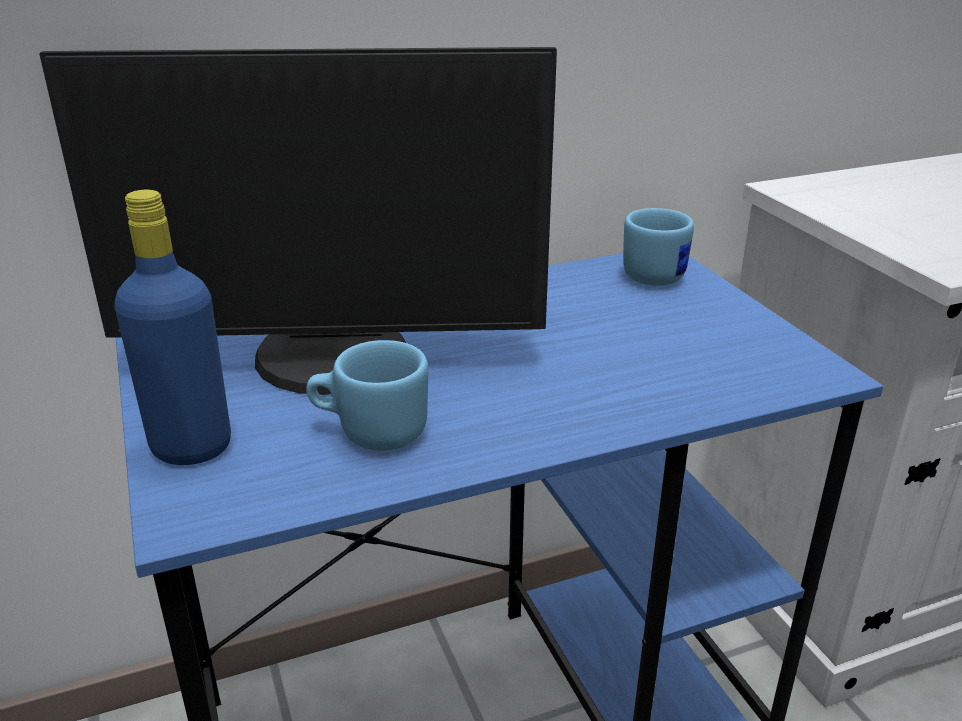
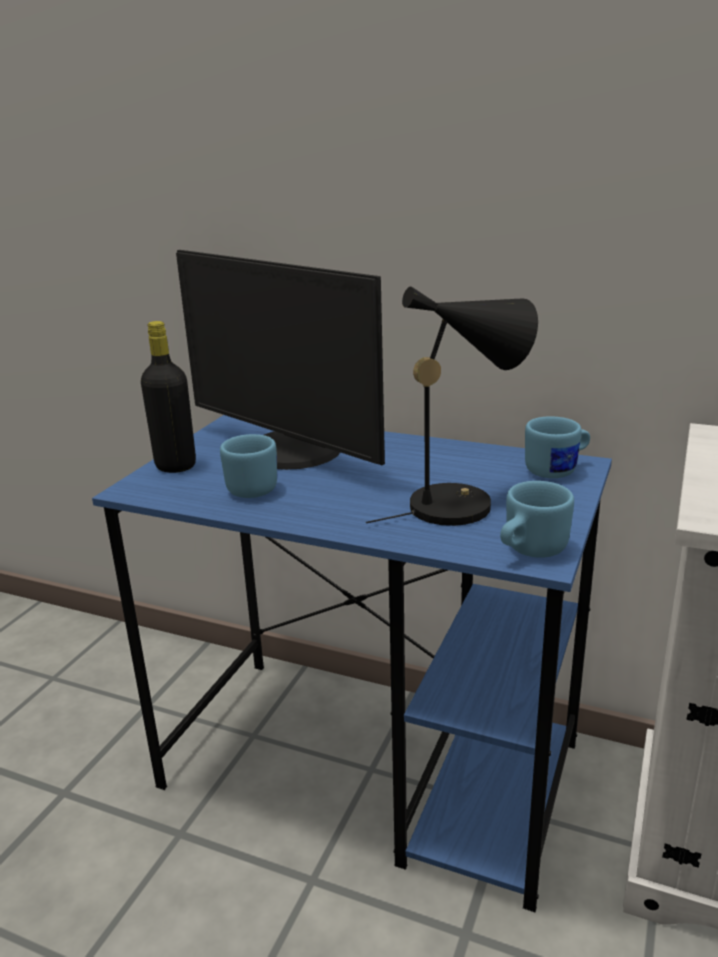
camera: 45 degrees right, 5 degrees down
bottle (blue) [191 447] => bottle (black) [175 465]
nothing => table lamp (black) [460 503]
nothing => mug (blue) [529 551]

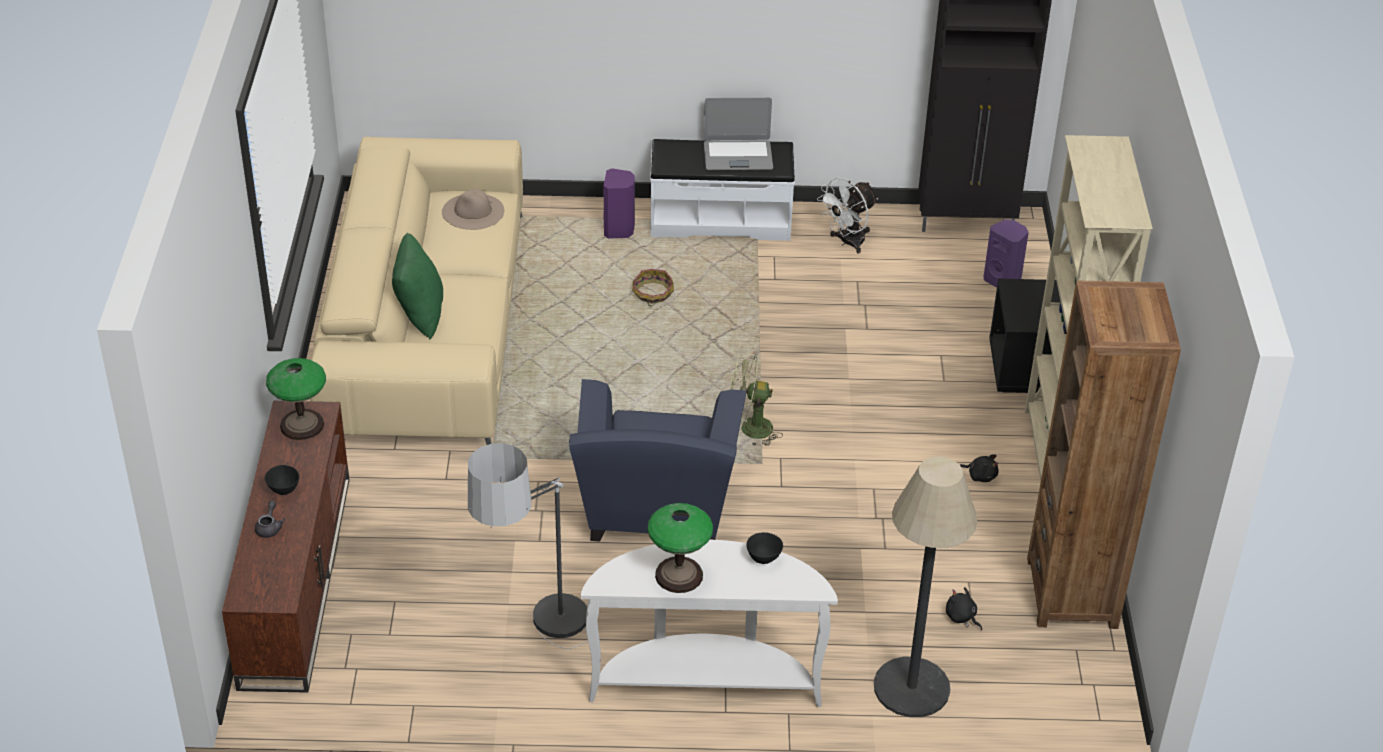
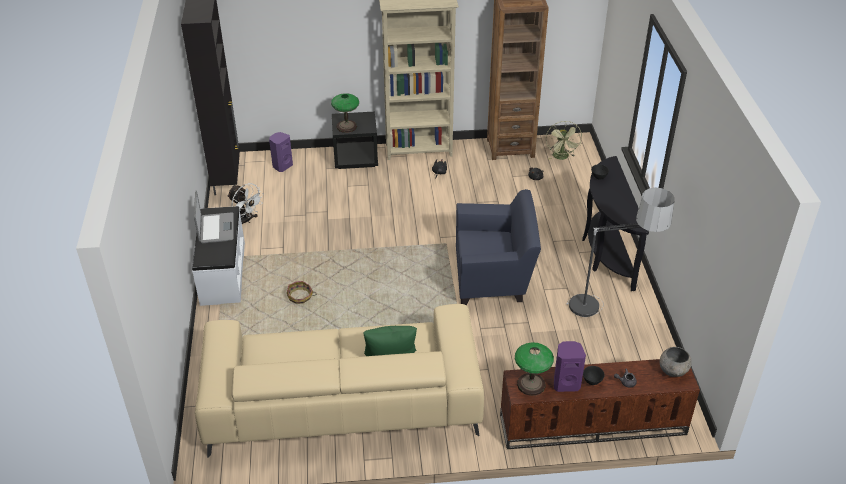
camera: 95 degrees left, 0 degrees up
hat (beige) [473 211] => nothing
console table (white) [705 680] => console table (black) [605 253]
speaker (purple) [619 230] => speaker (purple) [566 383], move
table lamp [679 575] => table lamp [347 126], move
fan (green) [749 429] => fan (green) [562 157], move
floor lamp [911 687] => nothing
nothing => bowl (grey) [673 371]

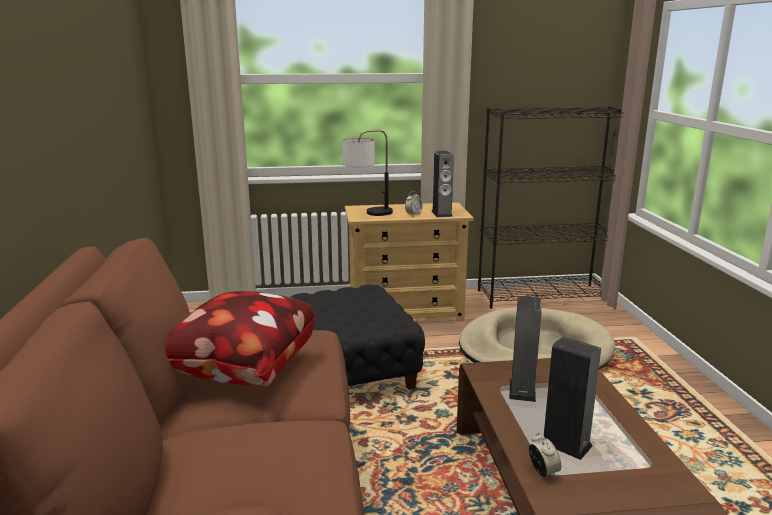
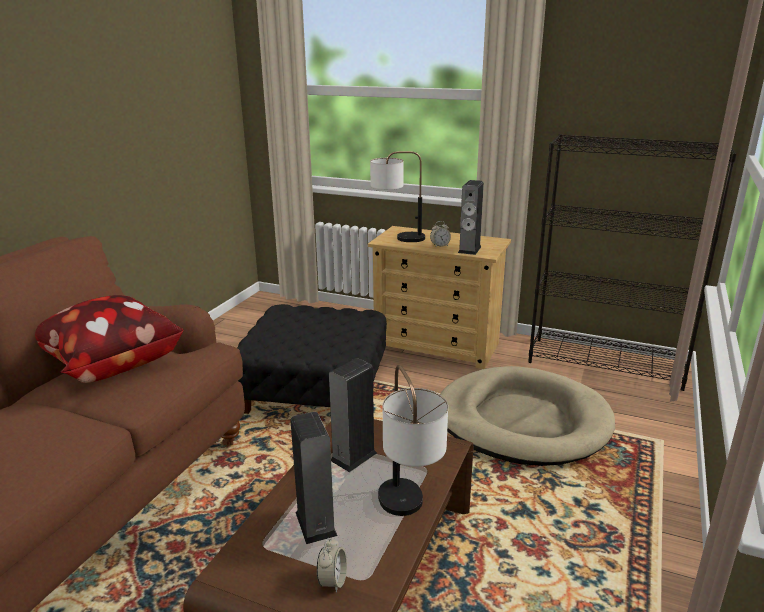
camera: 30 degrees right, 5 degrees up
alarm clock [543 472] => alarm clock [332 581], move
nothing => table lamp [407 515]

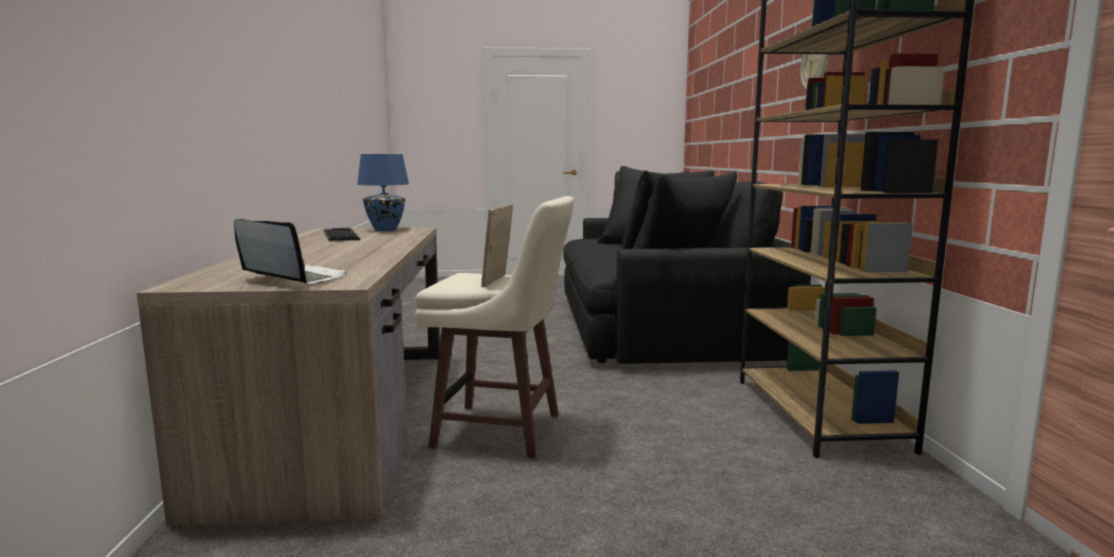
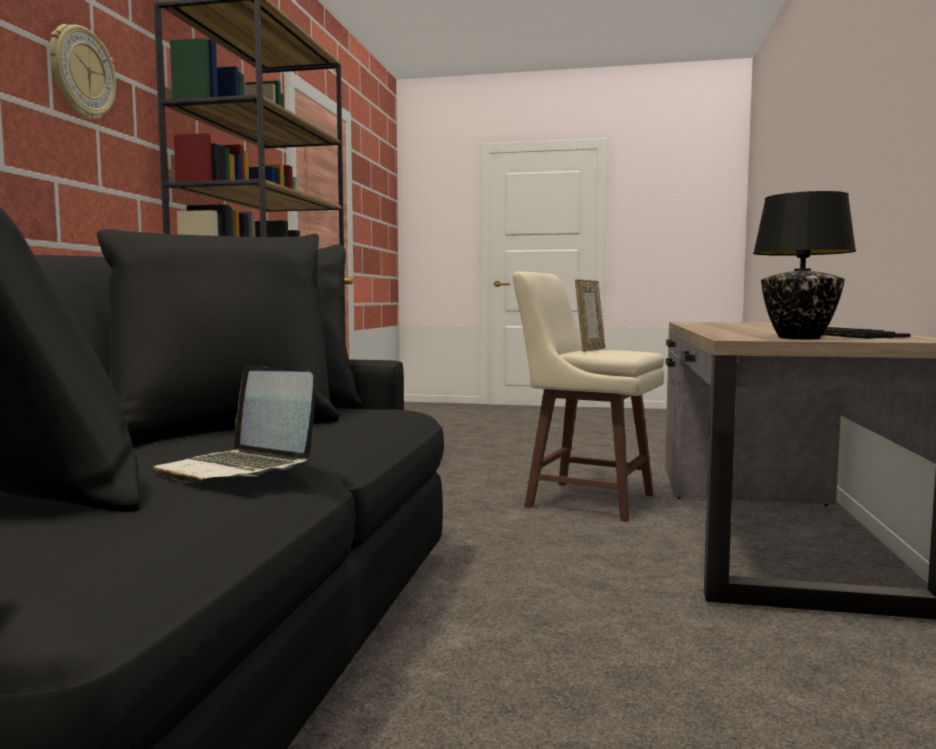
camera: 165 degrees left, 5 degrees down
laptop [293 278] => laptop [238 469], move
table lamp (blue) [385 230] => table lamp (black) [799 338]

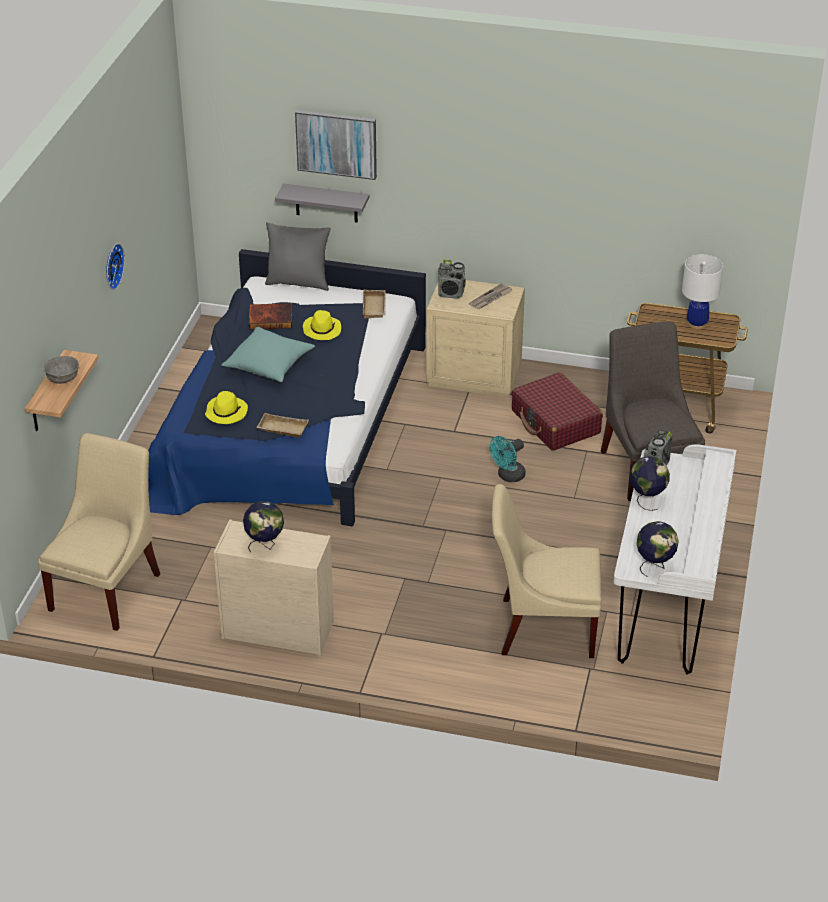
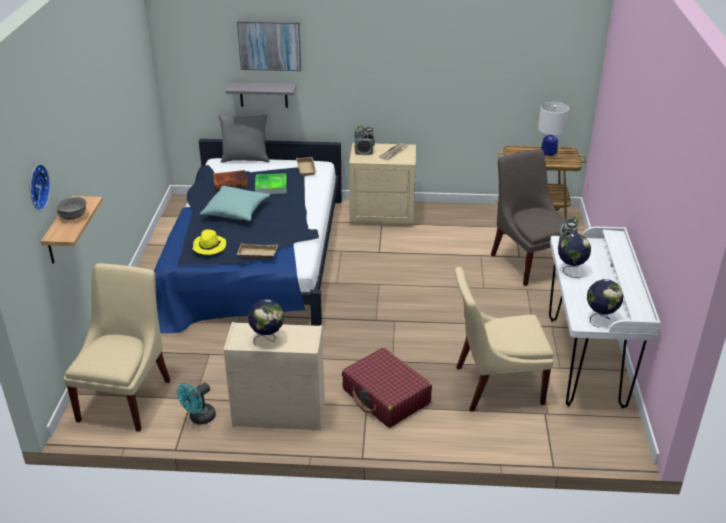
camera: 10 degrees left, 5 degrees down
wall clock [111 266] => wall clock [36 187], move
hat (yellow) [321 330] => tray [271 186]
fan (turquoise) [508 476] => fan (turquoise) [199 418], move
suitcase (red) [555 422] => suitcase (red) [386 397], move

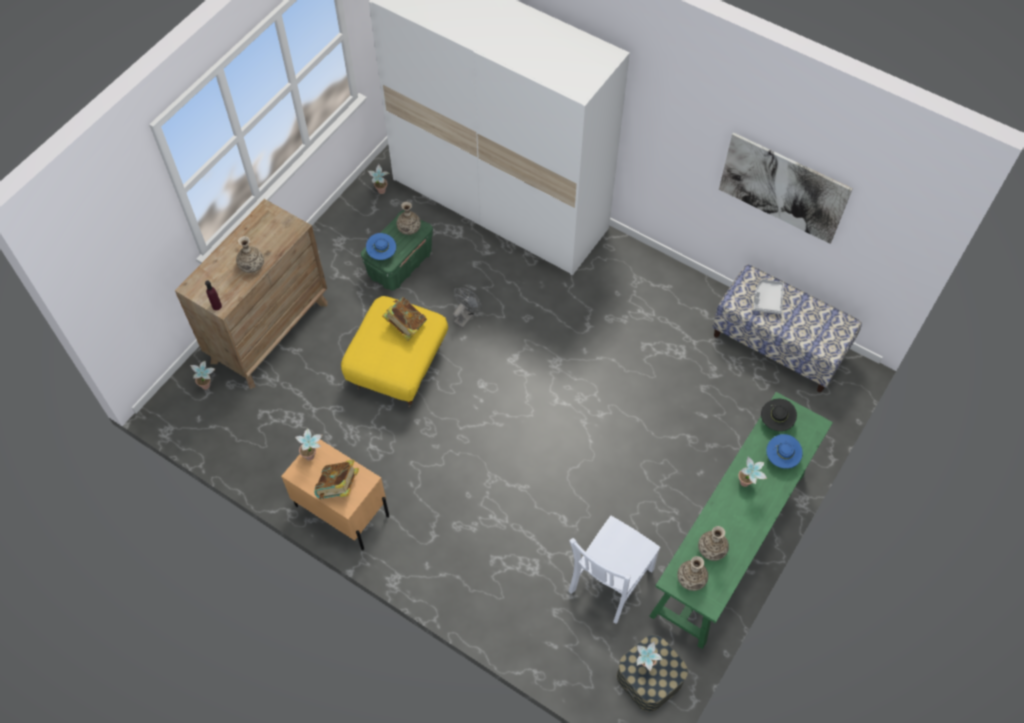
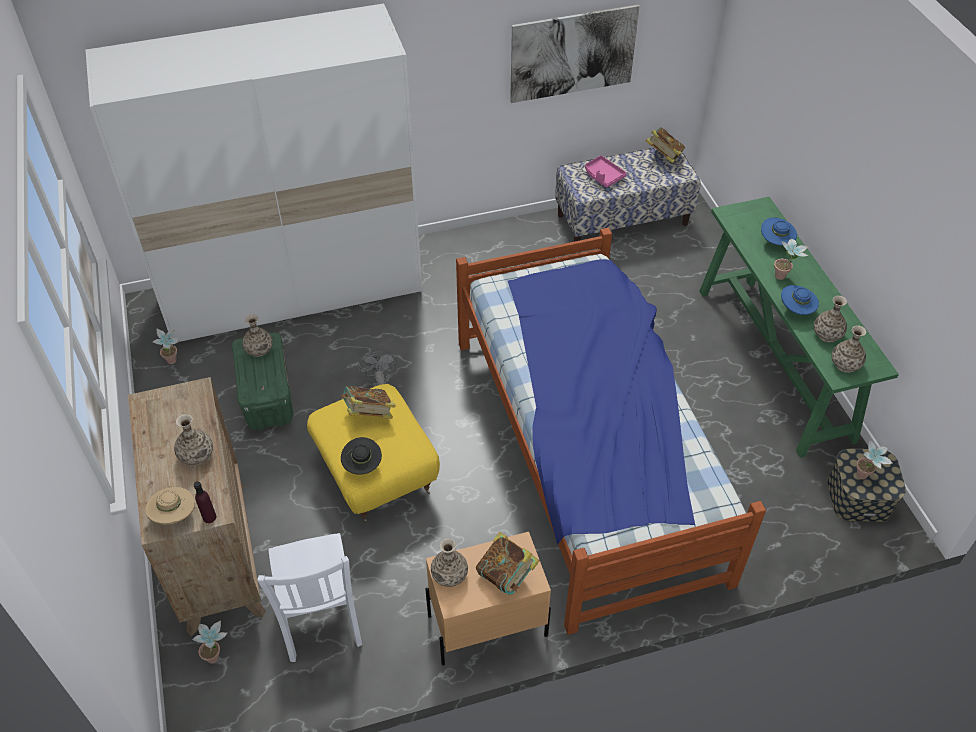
camera: 50 degrees left, 10 degrees down
potted plant [313 457] => vase [449 575]
hat (blue) [382 253] => hat (blue) [796 310], move
chair (white) [609 582] => chair (white) [320 618], move
tray (grey) [767 299] => tray (pink) [603 176]
hat (black) [776 421] => hat (black) [362 465], move
nothing => hat (beige) [174 515]
nothing => bed [587 453]
nothing => book [663 156]

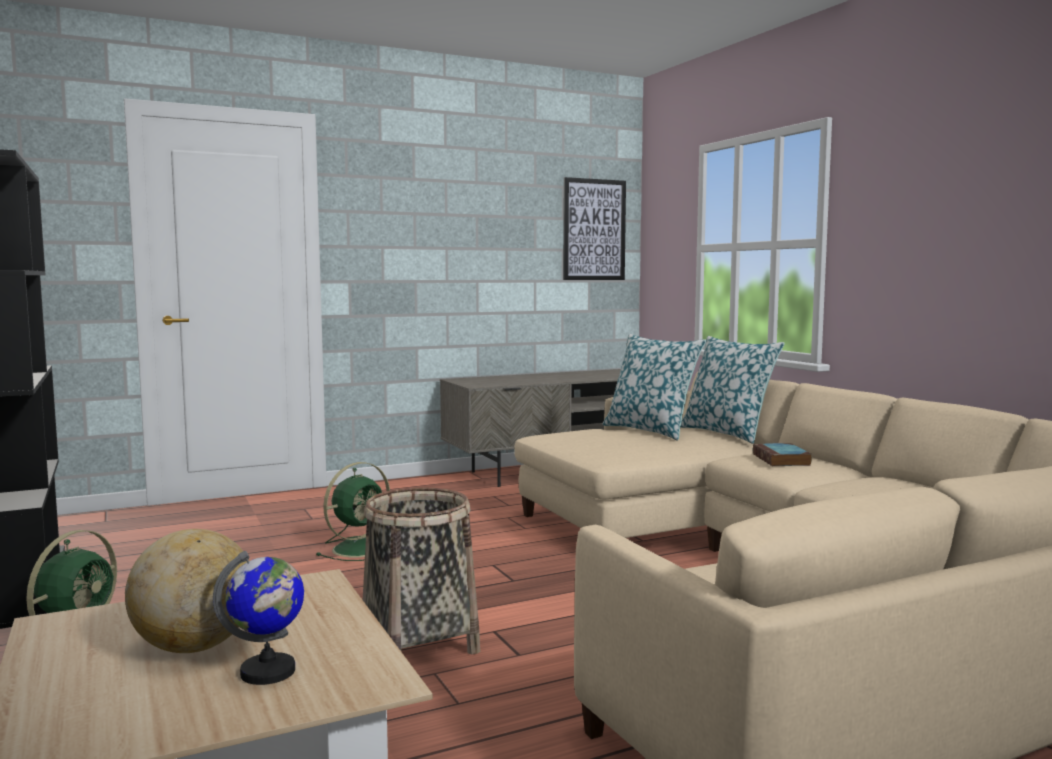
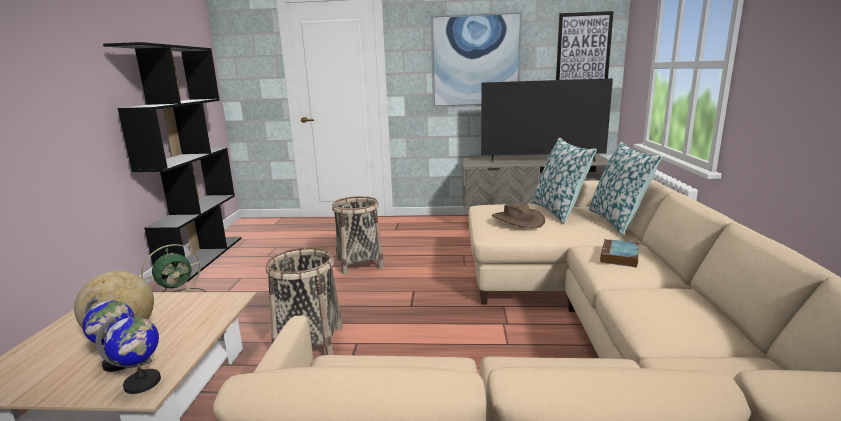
camera: 30 degrees right, 10 degrees up
fan (green) [361 548] => basket [360 263]
nothing => globe [143 383]
nothing => picture [475 61]
nothing => television [542 160]
nothing => hat (brown) [517 220]

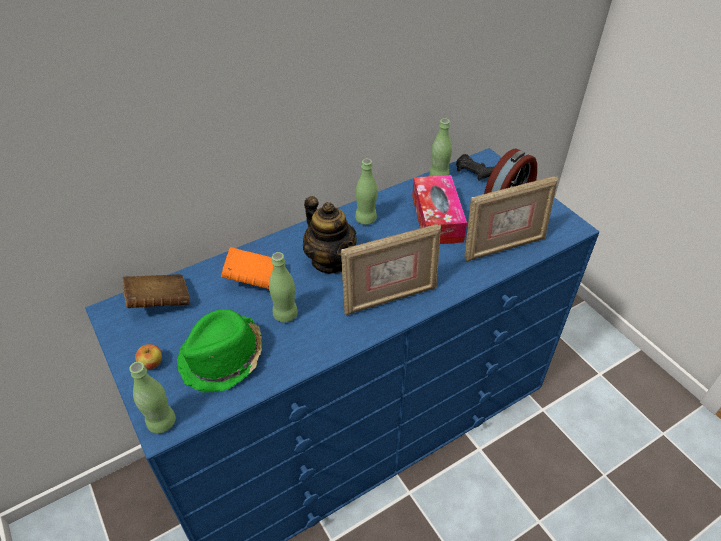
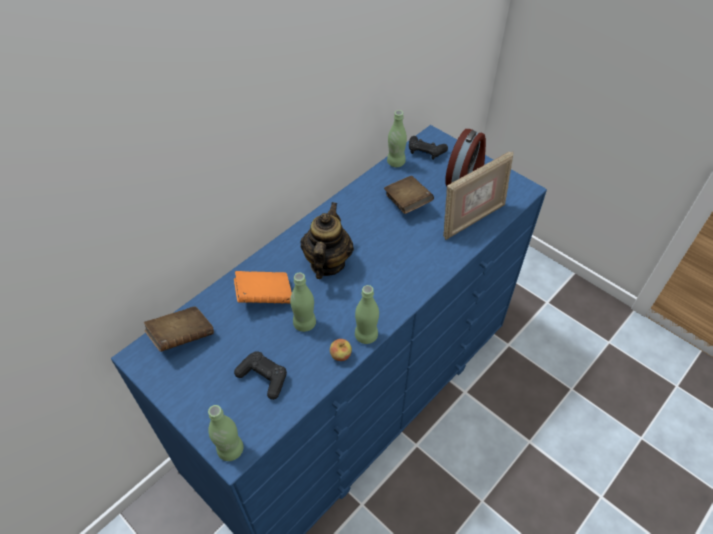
camera: 15 degrees left, 5 degrees up
apple [151 363] => apple [340 355], move
hat (green) [223 358] => game controller (black) [263 378]
teapot [331 261] => teapot [327 263], 120 degrees counterclockwise
picture frame [389 298] => nothing
bottle (green) [366 219] => bottle (green) [366 335], move
tissue box [437 218] => book (brown) [407 203]

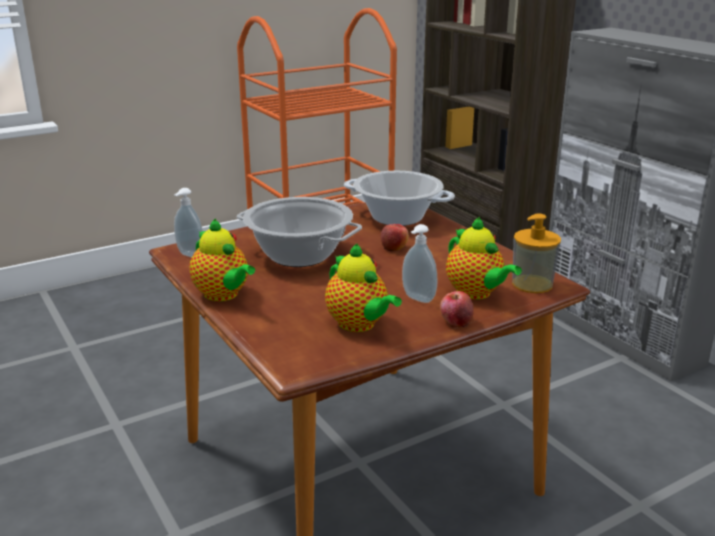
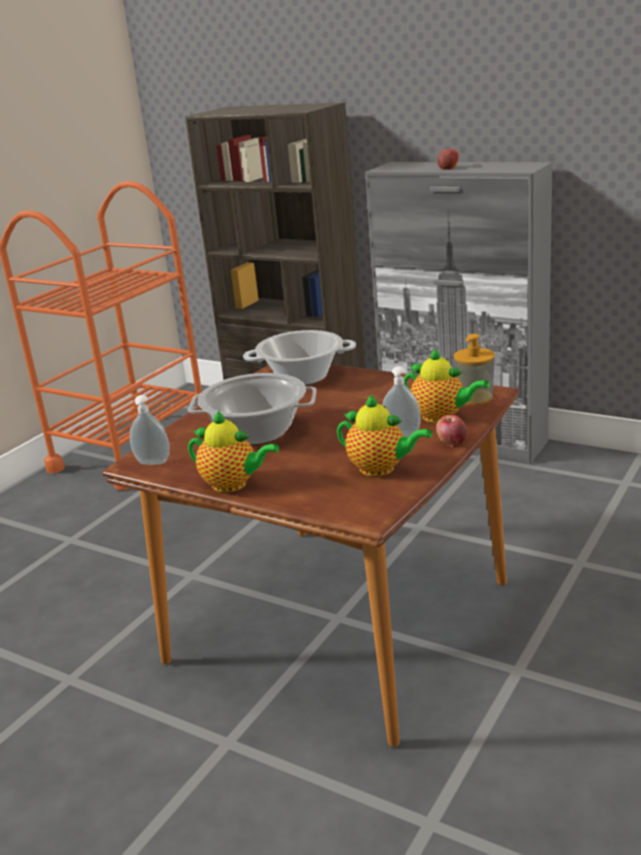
camera: 25 degrees left, 0 degrees up
apple [394 247] => apple [448 168], move

